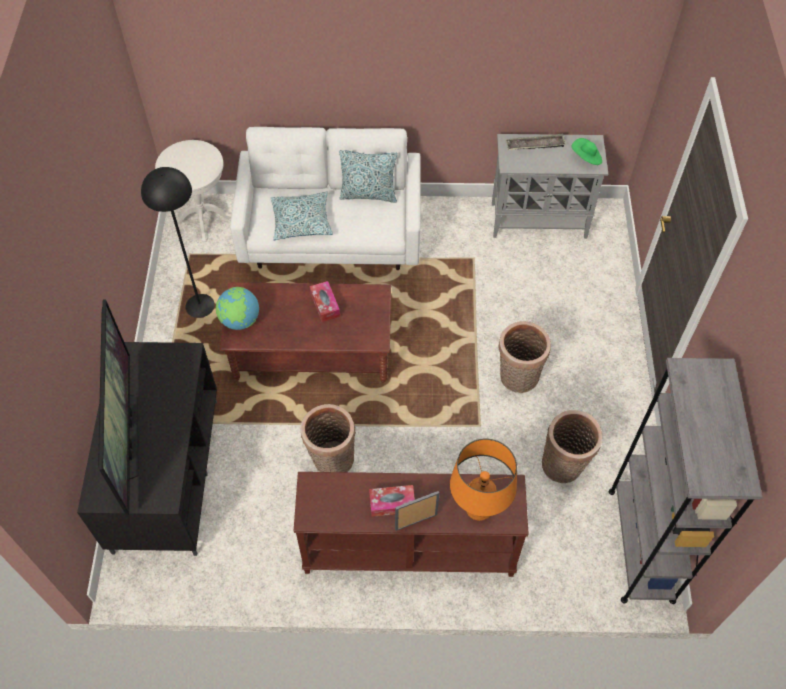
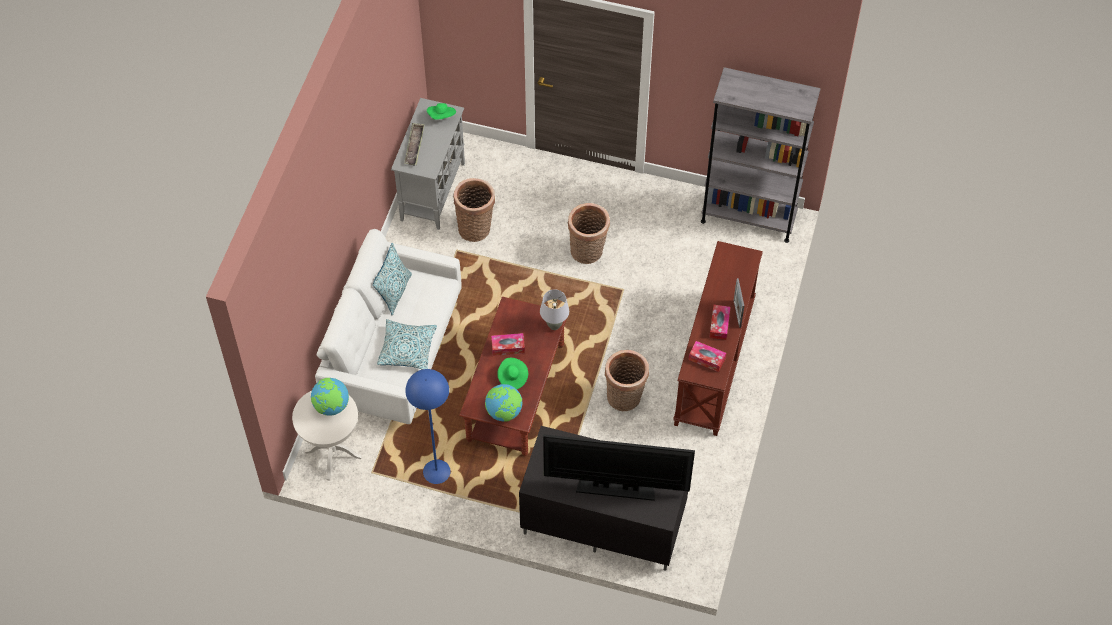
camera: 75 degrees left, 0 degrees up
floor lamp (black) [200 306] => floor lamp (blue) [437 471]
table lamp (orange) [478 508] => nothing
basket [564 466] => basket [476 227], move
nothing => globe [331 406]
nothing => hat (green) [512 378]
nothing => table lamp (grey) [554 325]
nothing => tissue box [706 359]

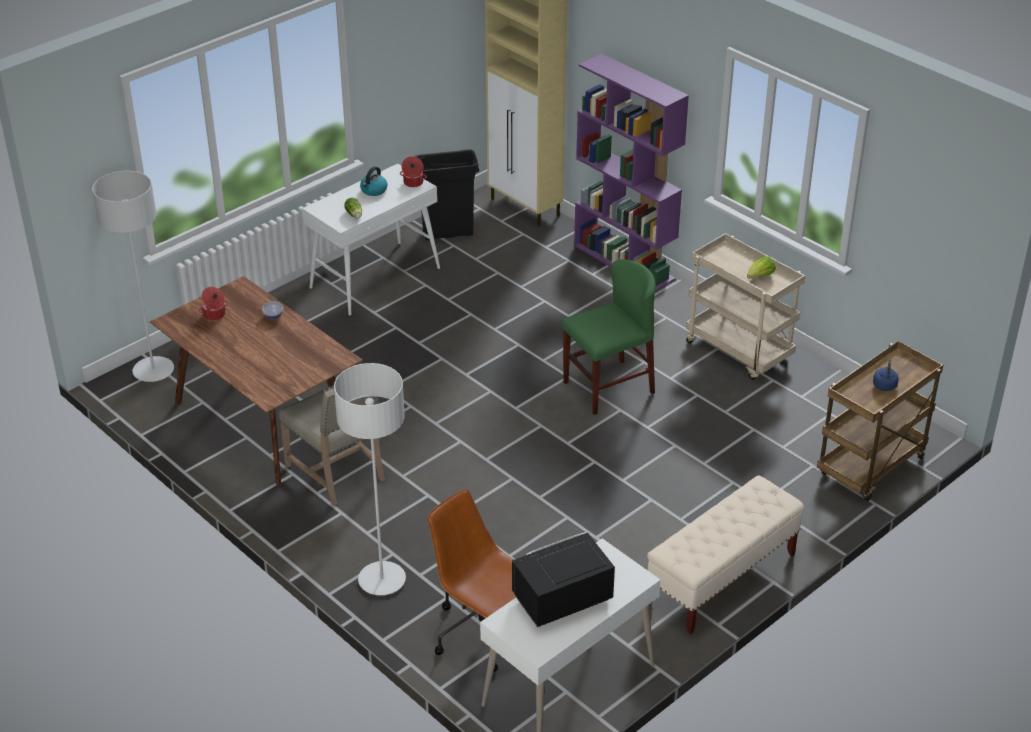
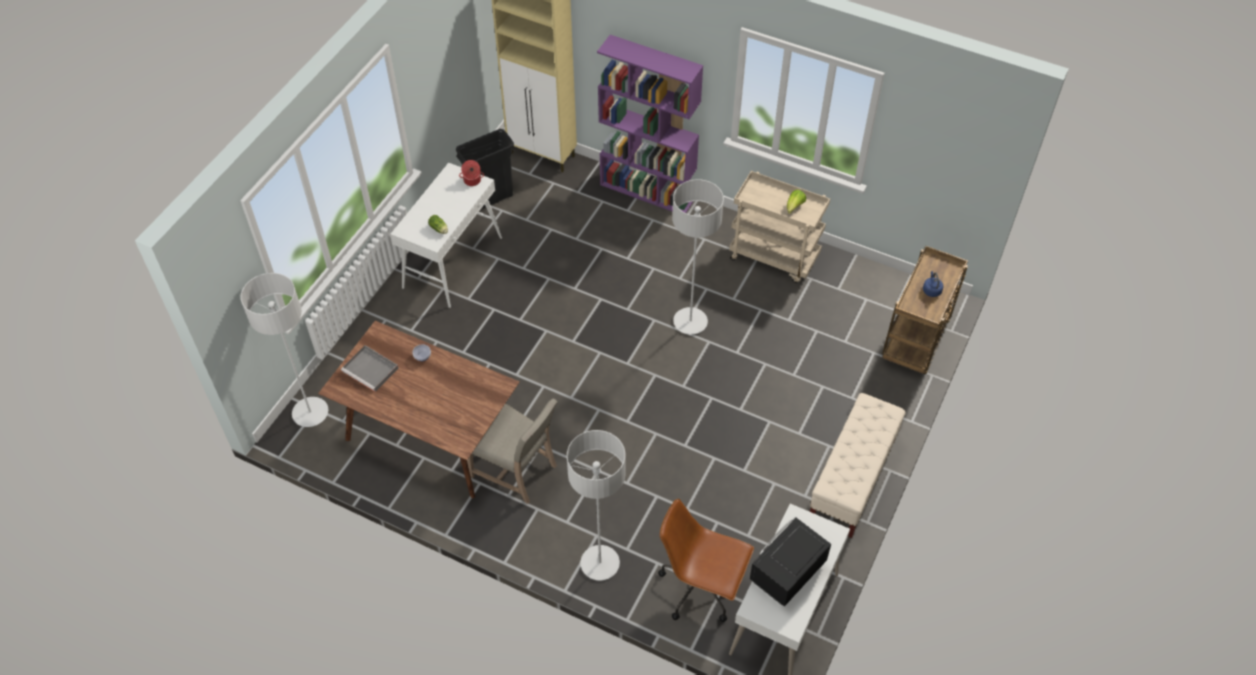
camera: 20 degrees left, 15 degrees up
cooking pot [214 315] => tray (grey) [371 370]
kettle [373 190] => nothing
chair (green) [608 387] => floor lamp (grey) [690 322]

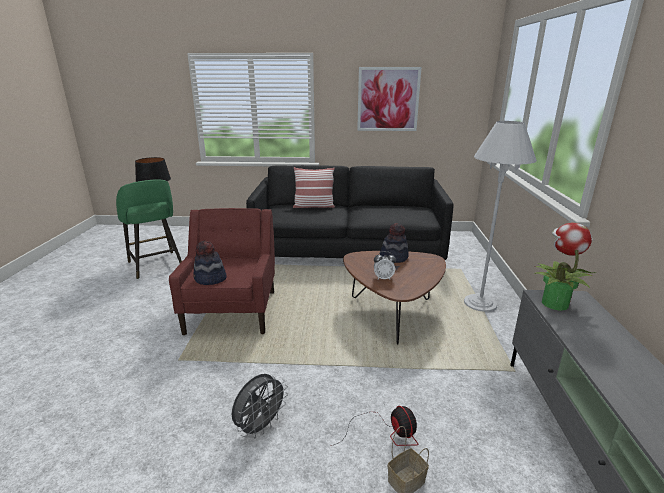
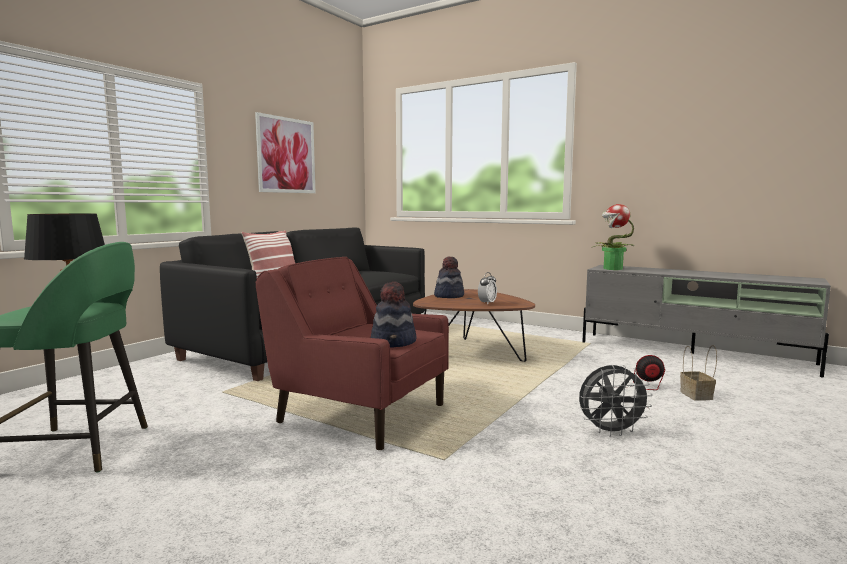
camera: 60 degrees left, 15 degrees down
fan (grey) [260 426] => fan (grey) [611 432], 105 degrees clockwise
floor lamp (white) [480 303] => nothing

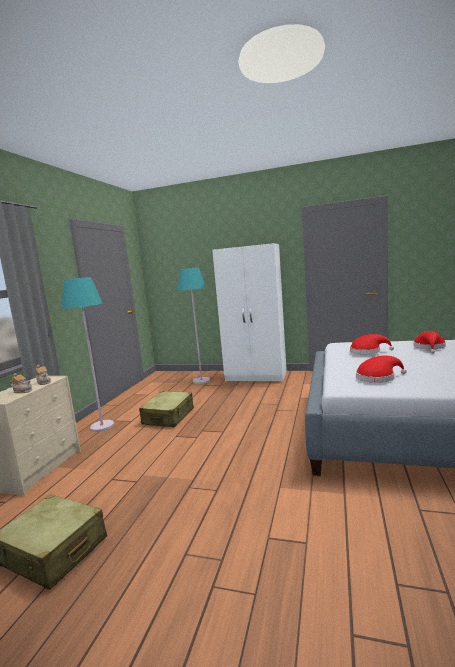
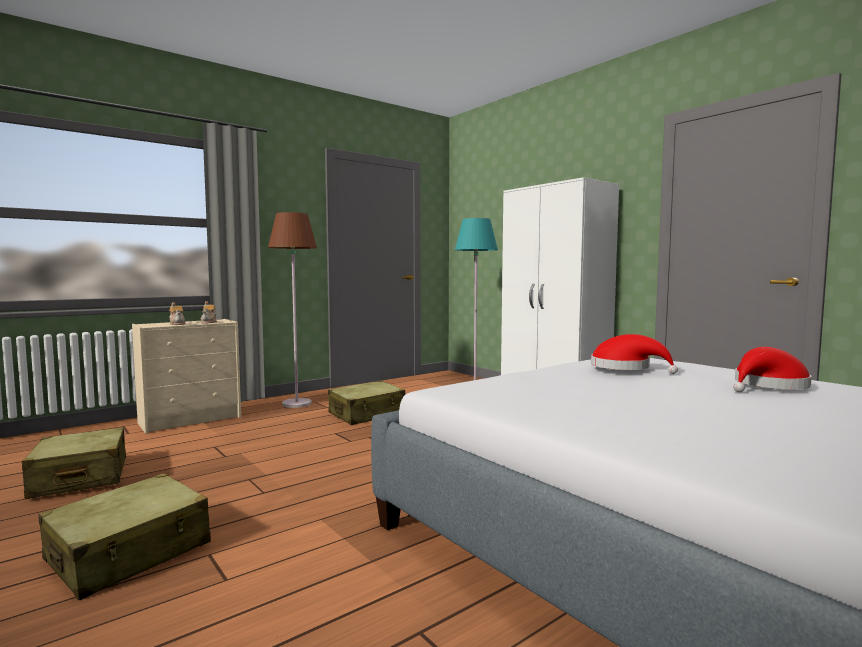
camera: 35 degrees right, 5 degrees down
floor lamp (turquoise) [102 426] => floor lamp (brown) [297 404]
hat (red) [377 377] => nothing
nothing => suitcase (beige) [130 552]

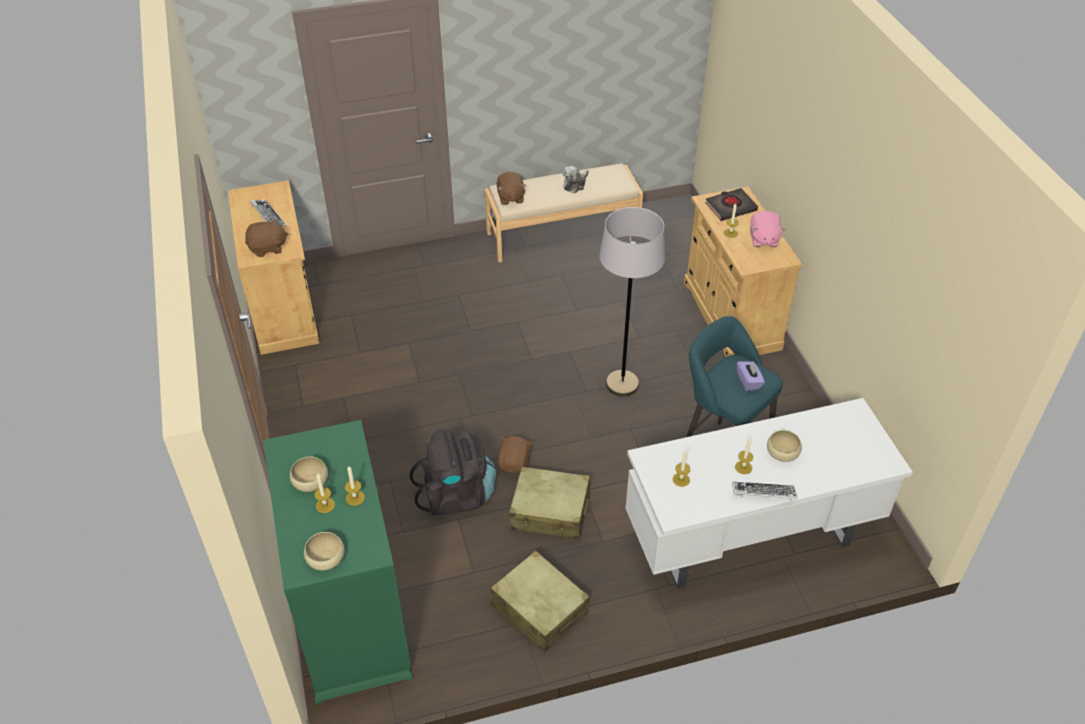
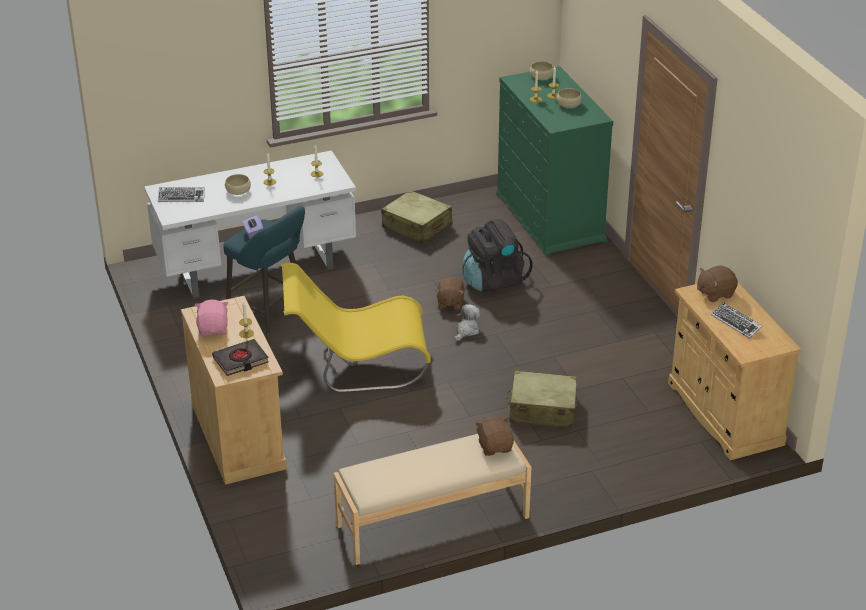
camera: 175 degrees right, 10 degrees down
suitcase (beige) [550 512] => suitcase (beige) [542 409], move
plush toy [575 184] => plush toy [466 331], move
floor lamp (grey) [622 384] => chair (yellow) [357 366]
keyboard [763 493] => keyboard [181 197], move

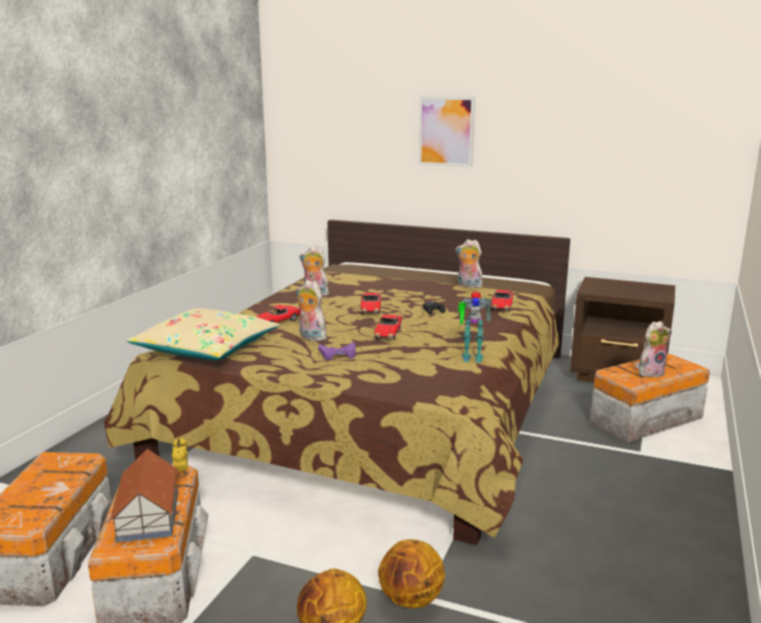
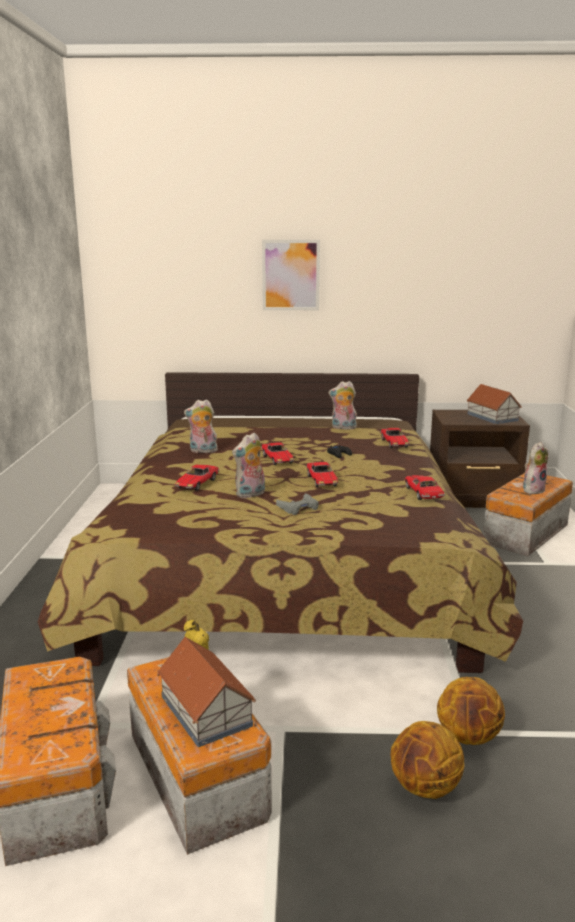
camera: 20 degrees left, 0 degrees up
pillow (beige) [207 348] => nothing
plush toy [310 337] => plush toy [250 494], 60 degrees counterclockwise
game controller (purple) [338 354] => game controller (grey) [298 508]
toy robot [471 356] => toy car [422 493]
nothing => toy house [492 417]

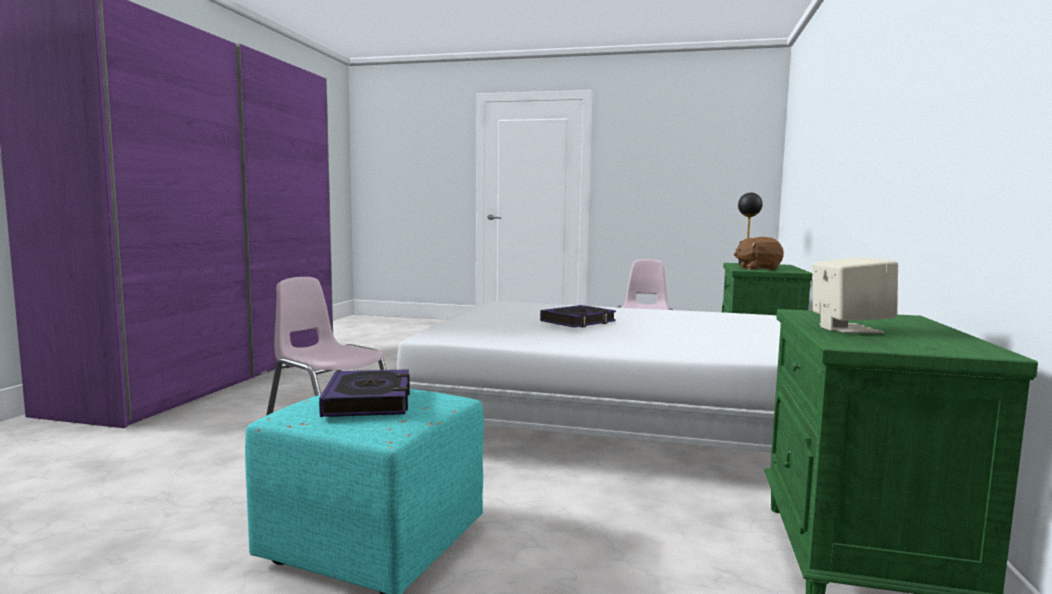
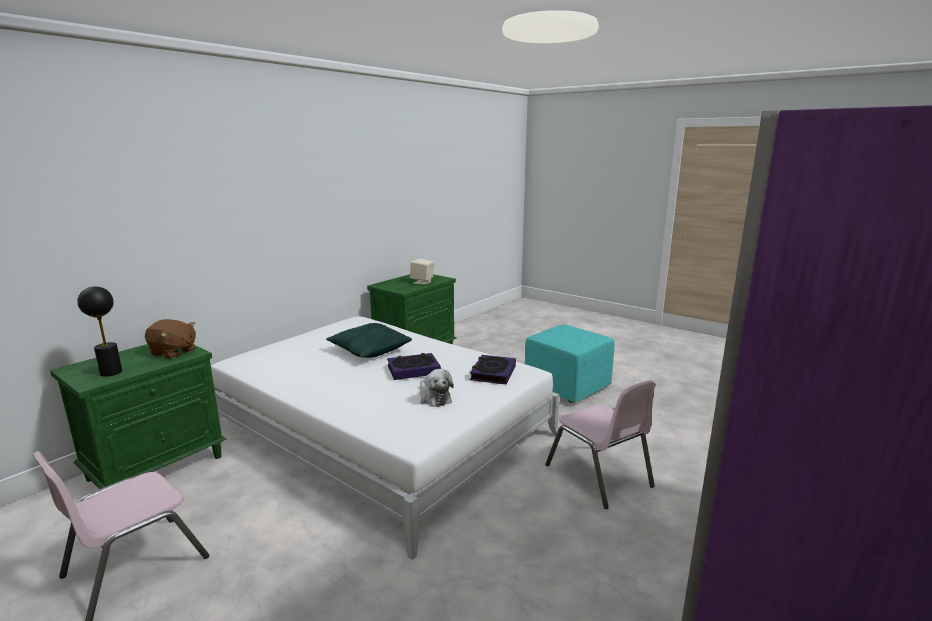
camera: 155 degrees left, 10 degrees up
book [369 401] => book [493 373], move
nothing => pillow (green) [369 351]
nothing => plush toy [434 398]

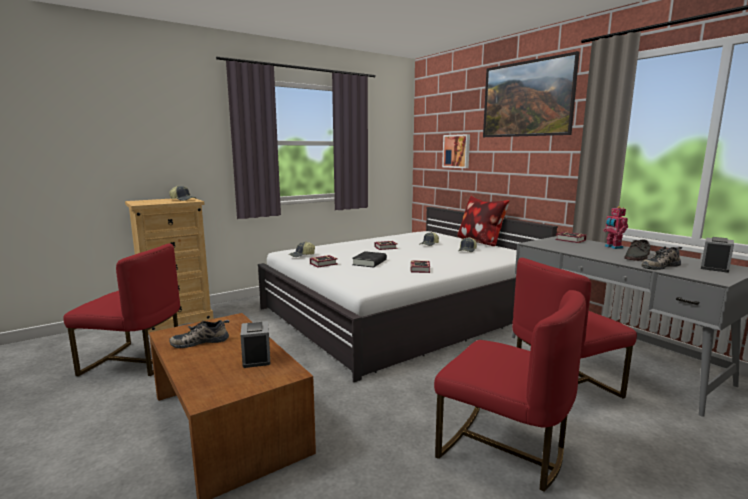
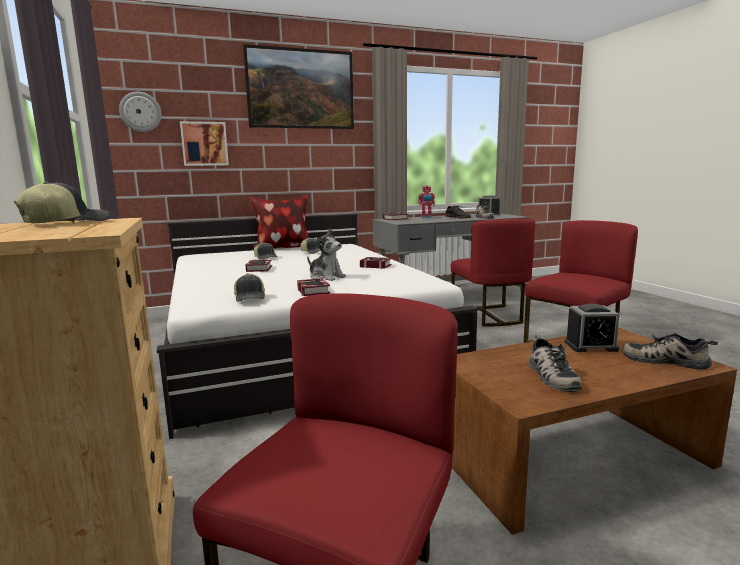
camera: 75 degrees left, 0 degrees up
book (black) [369 262] => plush toy [326 277]
nothing => wall clock [140 112]
nothing => shoe [665 360]

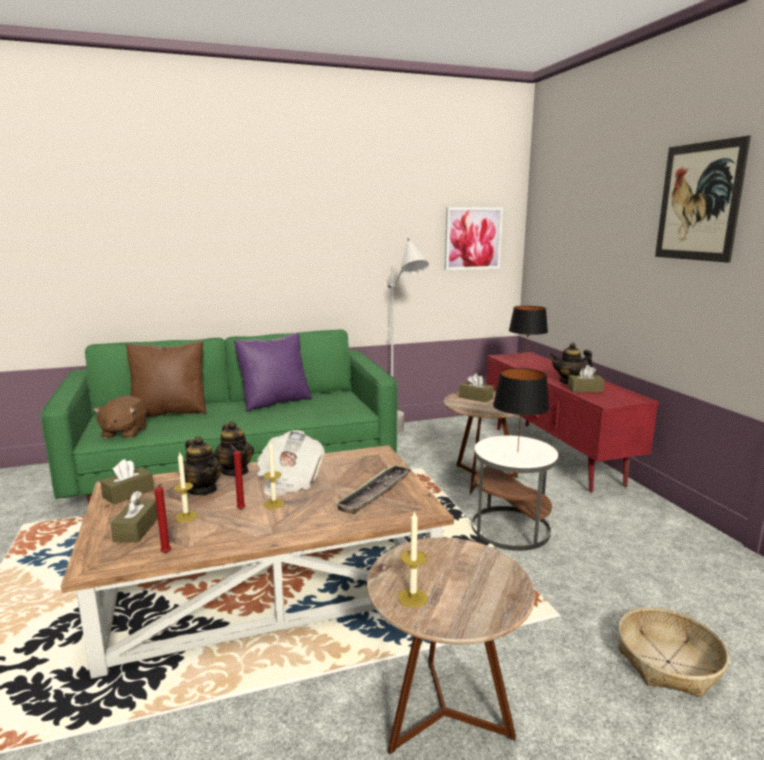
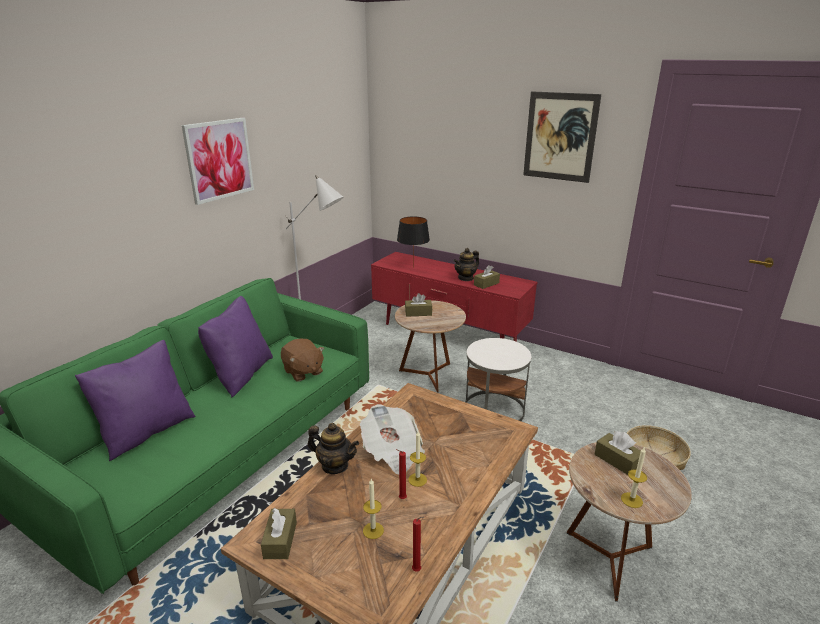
camera: 40 degrees left, 10 degrees up
plush toy (brown) [124 433] => plush toy (brown) [303 372], move
tissue box (brown) [136 529] => tissue box (brown) [617 460], move
pillow (brown) [170 412] => pillow (purple) [146 431]
teapot [203 489] => nothing
tray [375 493] => nothing
picture [473 238] => picture [219 160], move
table lamp (black) [517 452] => nothing

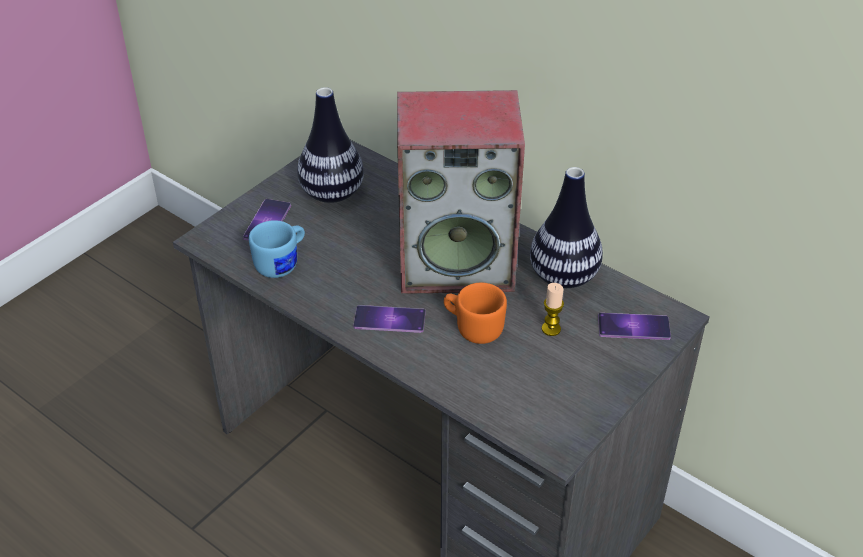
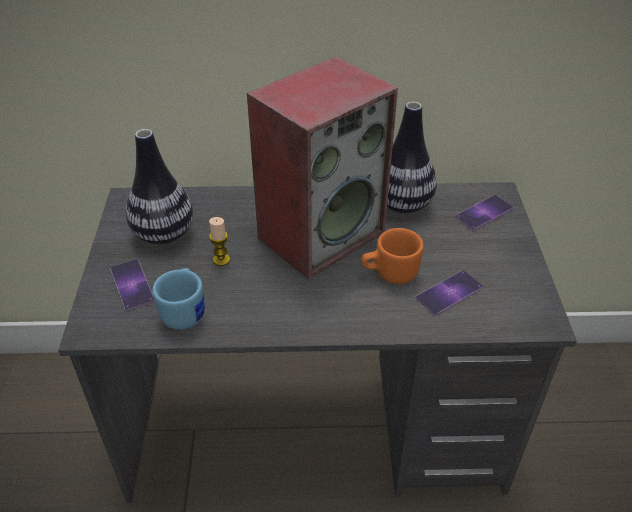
camera: 40 degrees left, 0 degrees up
phone [389 319] => phone [449 292], move
candle [551 329] => candle [221 260], move

